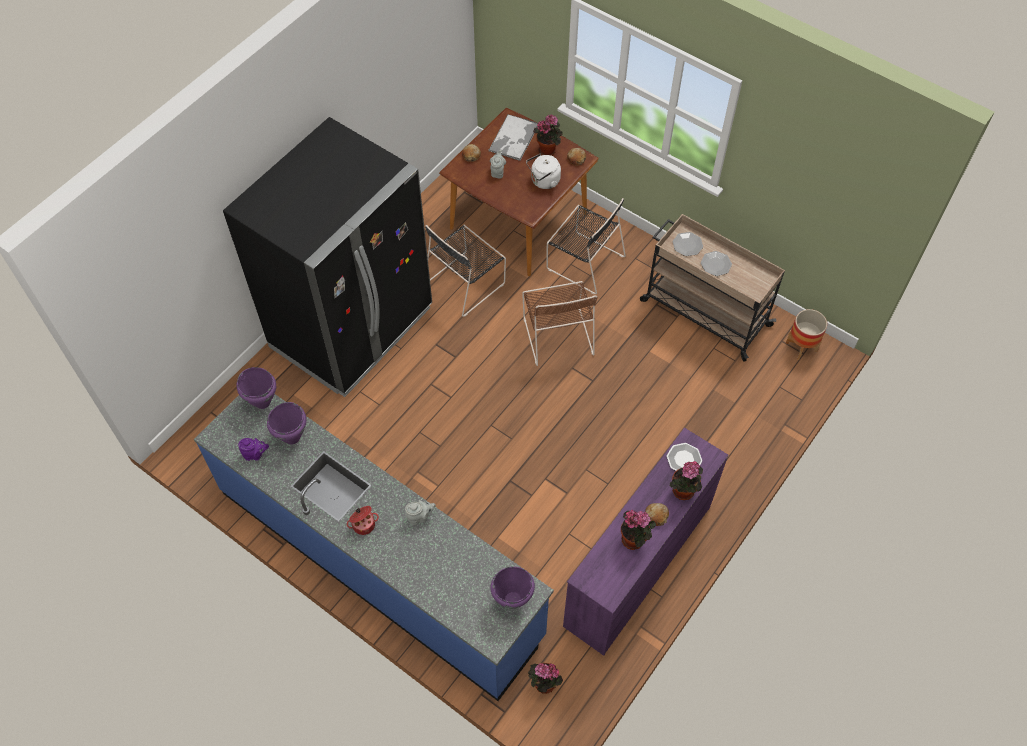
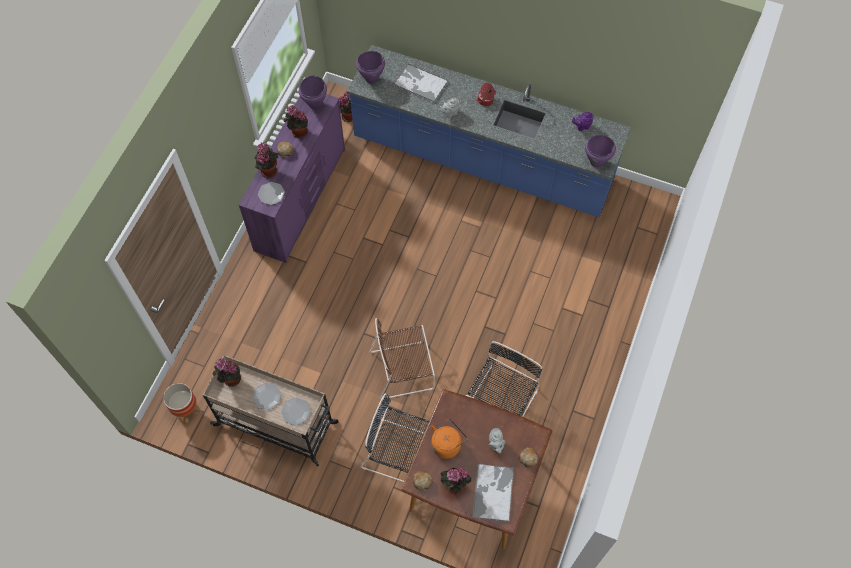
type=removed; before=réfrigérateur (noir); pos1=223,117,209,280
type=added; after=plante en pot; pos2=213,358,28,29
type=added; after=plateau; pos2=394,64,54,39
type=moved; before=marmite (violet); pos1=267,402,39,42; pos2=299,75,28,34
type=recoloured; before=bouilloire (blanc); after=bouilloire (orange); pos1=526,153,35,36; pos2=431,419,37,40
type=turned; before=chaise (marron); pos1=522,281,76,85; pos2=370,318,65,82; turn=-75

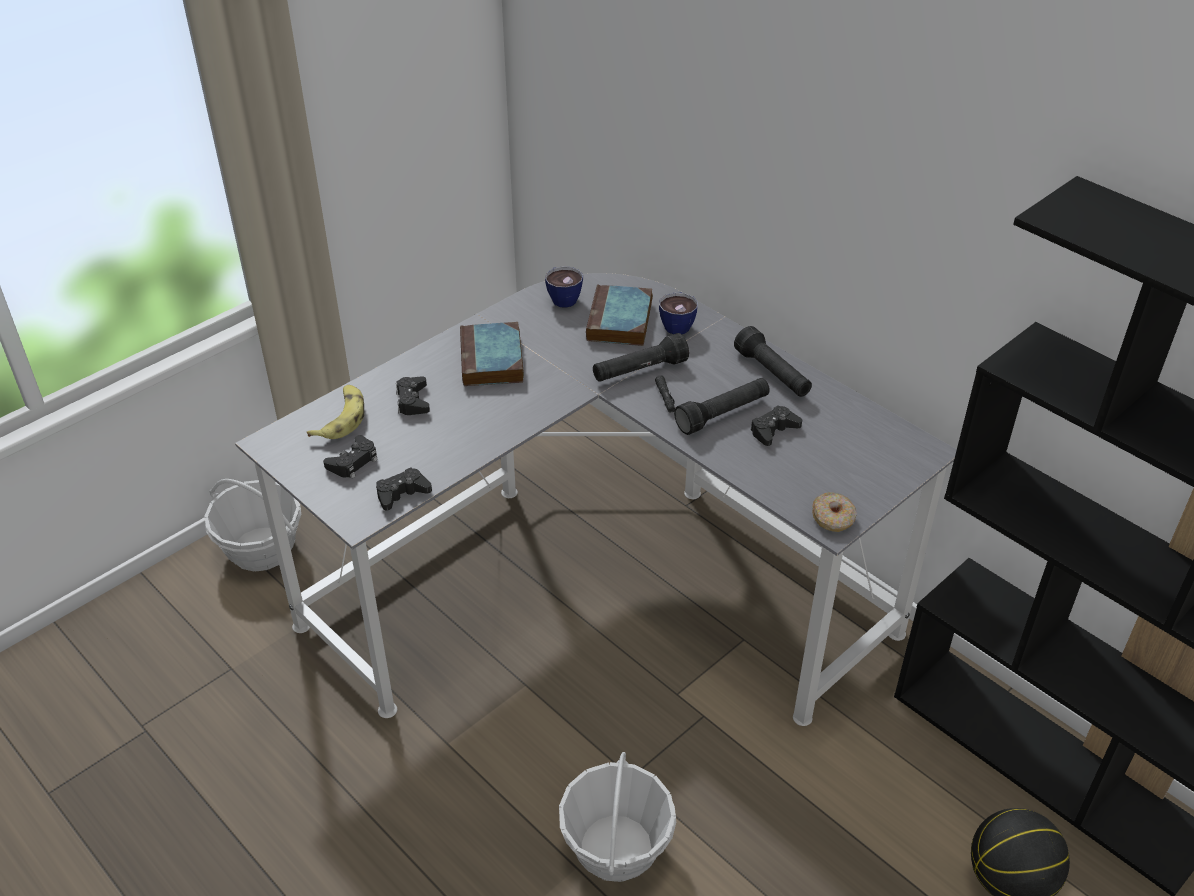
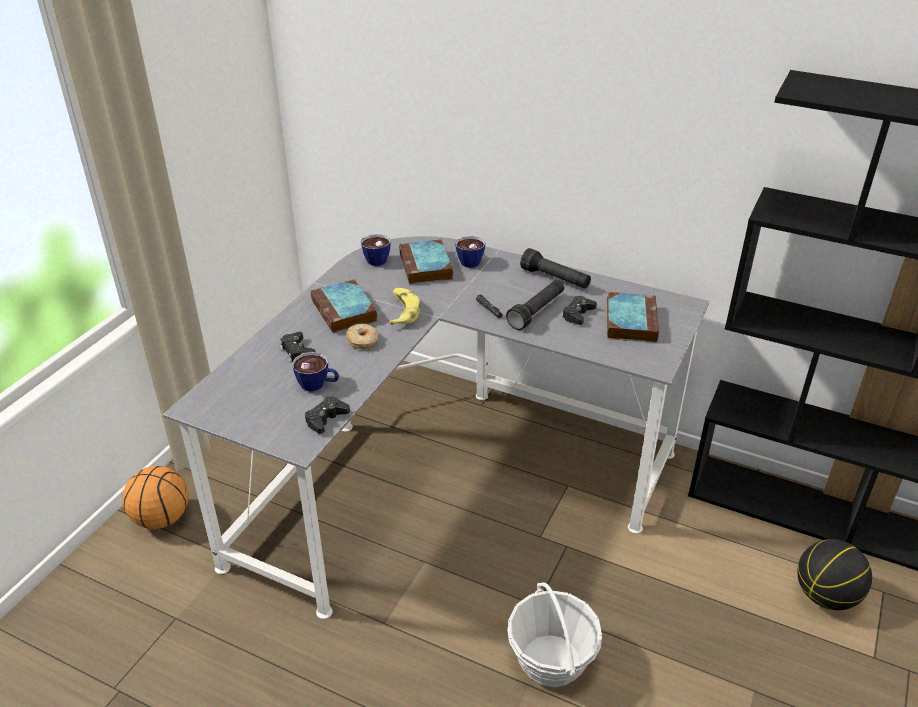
type=removed; before=manette (noir); pos1=323,435,55,44
type=removed; before=lampe de poche (noir); pos1=593,333,96,49
type=added; after=tasse; pos2=292,352,47,40
type=added; after=livre; pos2=607,292,52,51
type=moved; before=banane; pos1=307,385,57,54; pos2=389,288,31,37
type=moved; before=beignet; pos1=812,492,45,40; pos2=346,323,33,26
type=replaced; before=panier; after=ballon de basket; pos1=204,479,97,93; pos2=122,466,66,63

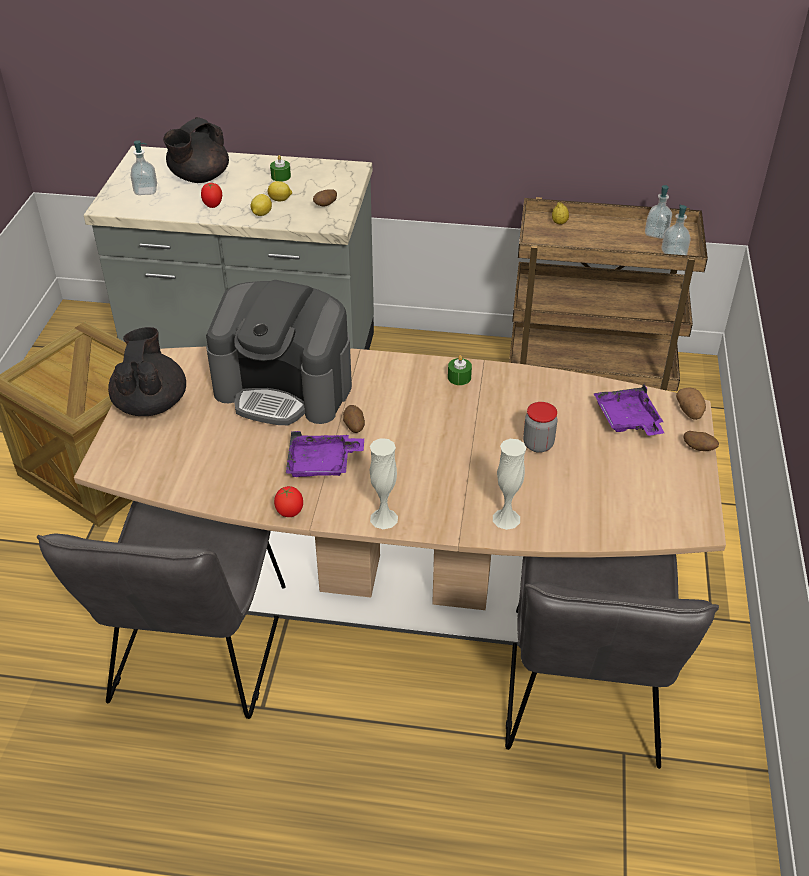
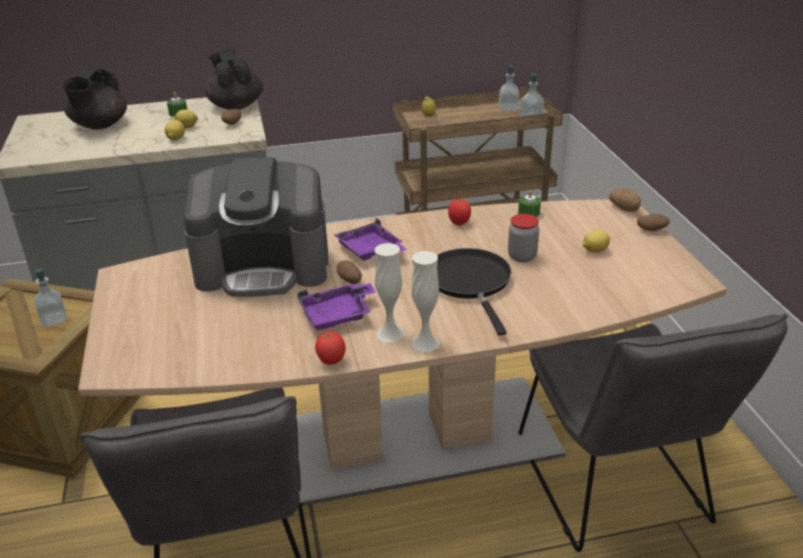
type=added; after=poêle (noir); pos2=437,248,75,87
type=added; after=citron; pos2=583,230,27,23
type=moved; before=théière (noir); pos1=108,327,78,89; pos2=205,49,58,61
type=moved; before=distributeur de savon; pos1=131,140,26,55; pos2=34,268,33,59
type=moved; before=tomate; pos1=201,183,21,25; pos2=448,199,23,26
type=moved; before=bougie (vert); pos1=448,355,24,30; pos2=518,190,23,27
type=moved; before=vase (blanc); pos1=493,439,33,91; pos2=374,243,31,99
type=moved; before=plateau (violet); pos1=593,384,71,52; pos2=334,218,73,43

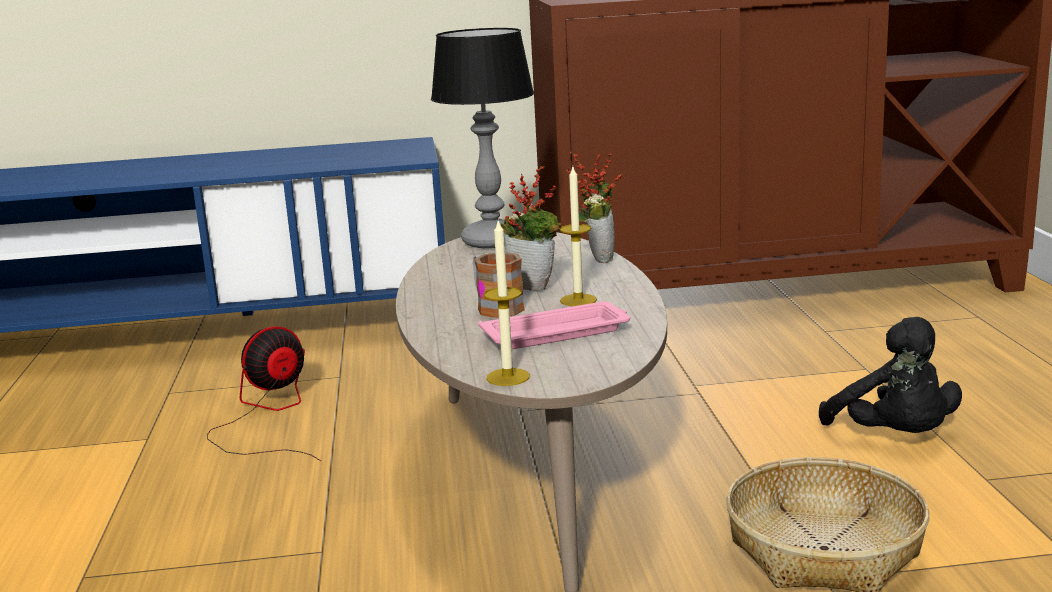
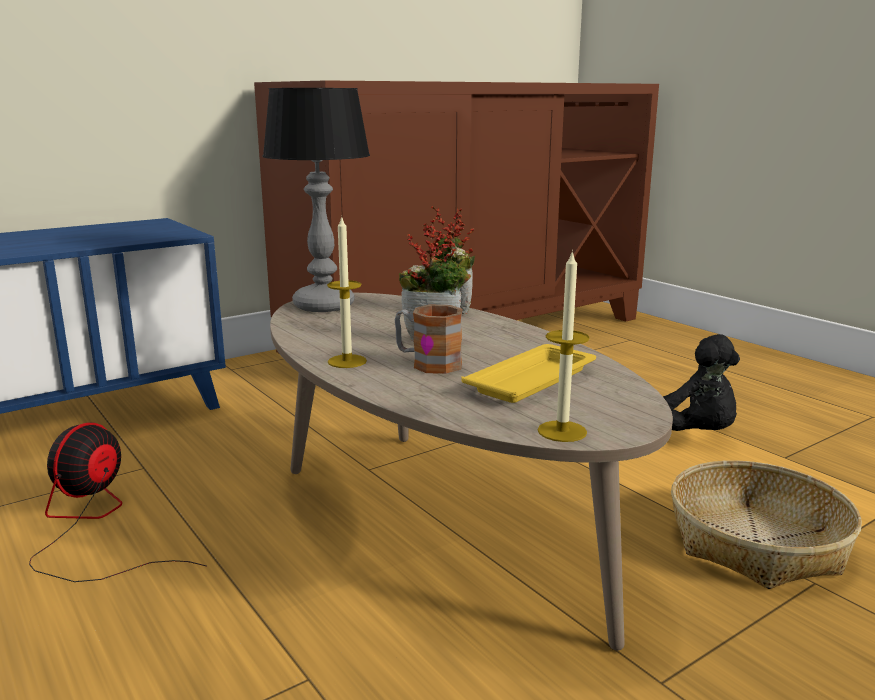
type=moved; before=bougie; pos1=560,167,37,139; pos2=327,215,40,153
type=recoloured; before=plateau (rose); after=plateau (jaune); pos1=479,301,151,48; pos2=462,344,134,59

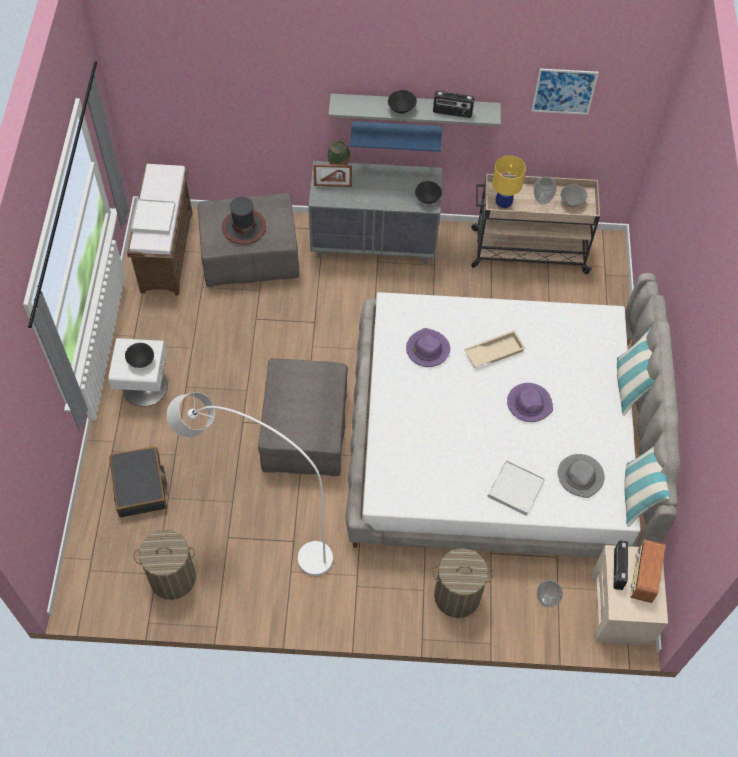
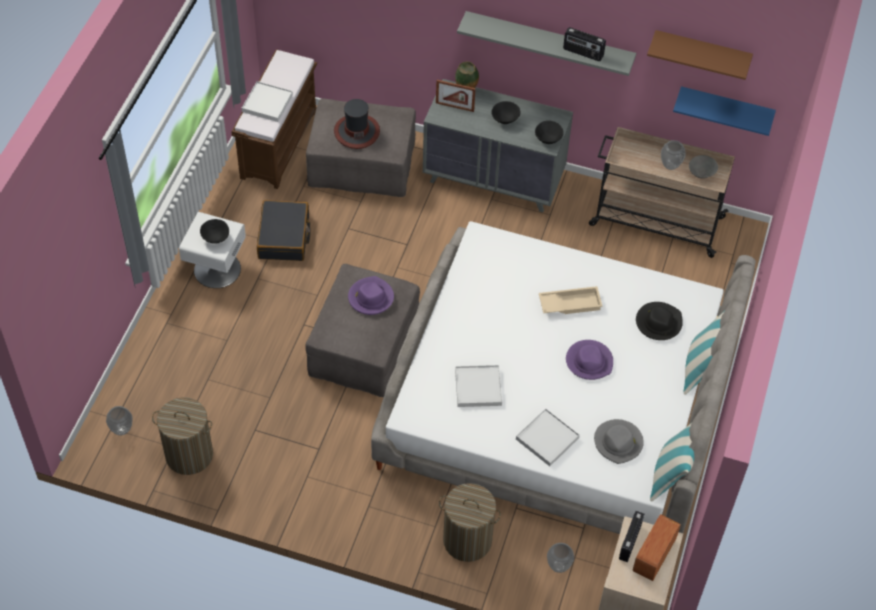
type=removed; before=lampadaire (blanc); pos1=167,392,166,184
type=removed; before=lampe de table (jaune); pos1=492,155,34,55
type=added; after=vase; pos2=106,406,27,29
type=added; after=plateau (blanc); pos2=455,365,47,42
type=added; after=chapeau (noir); pos2=636,302,47,38
type=moved; before=valise (noir); pos1=109,446,58,71; pos2=257,200,53,61
type=moved; before=étagère (bleu); pos1=350,121,92,31; pos2=673,86,103,50
type=moved; before=bol (noir); pos1=388,90,29,24; pos2=491,101,30,23
type=moved; before=chapeau (violet); pos1=406,328,44,39; pos2=348,276,46,39
type=replaced; before=tableau; after=étagère (marron); pos1=531,69,68,46; pos2=647,30,106,50

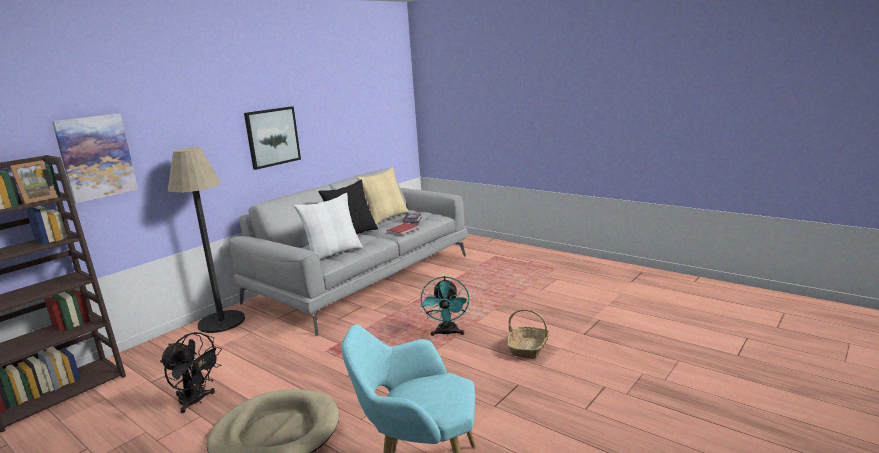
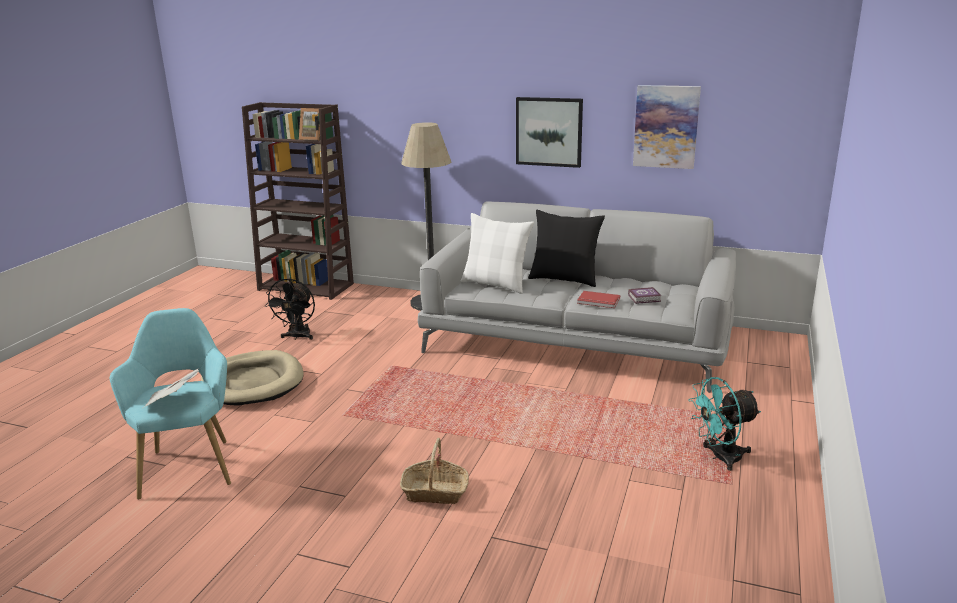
type=removed; before=coussin (beige); pos1=357,167,52,57
type=added; after=journal; pos2=143,368,56,40
type=moved; before=tableau; pos1=52,114,86,89; pos2=633,85,68,84
type=moved; before=ventilateur (turquoise); pos1=420,276,49,60; pos2=689,377,72,94

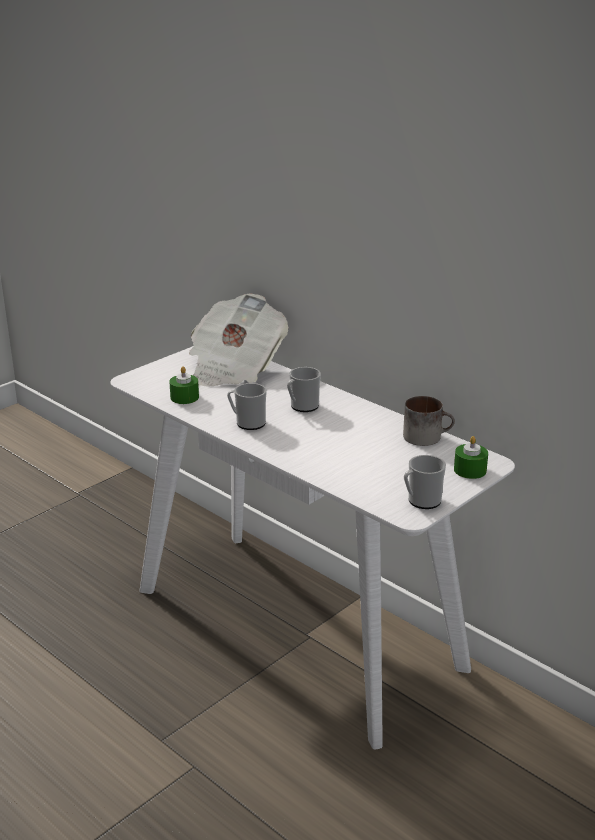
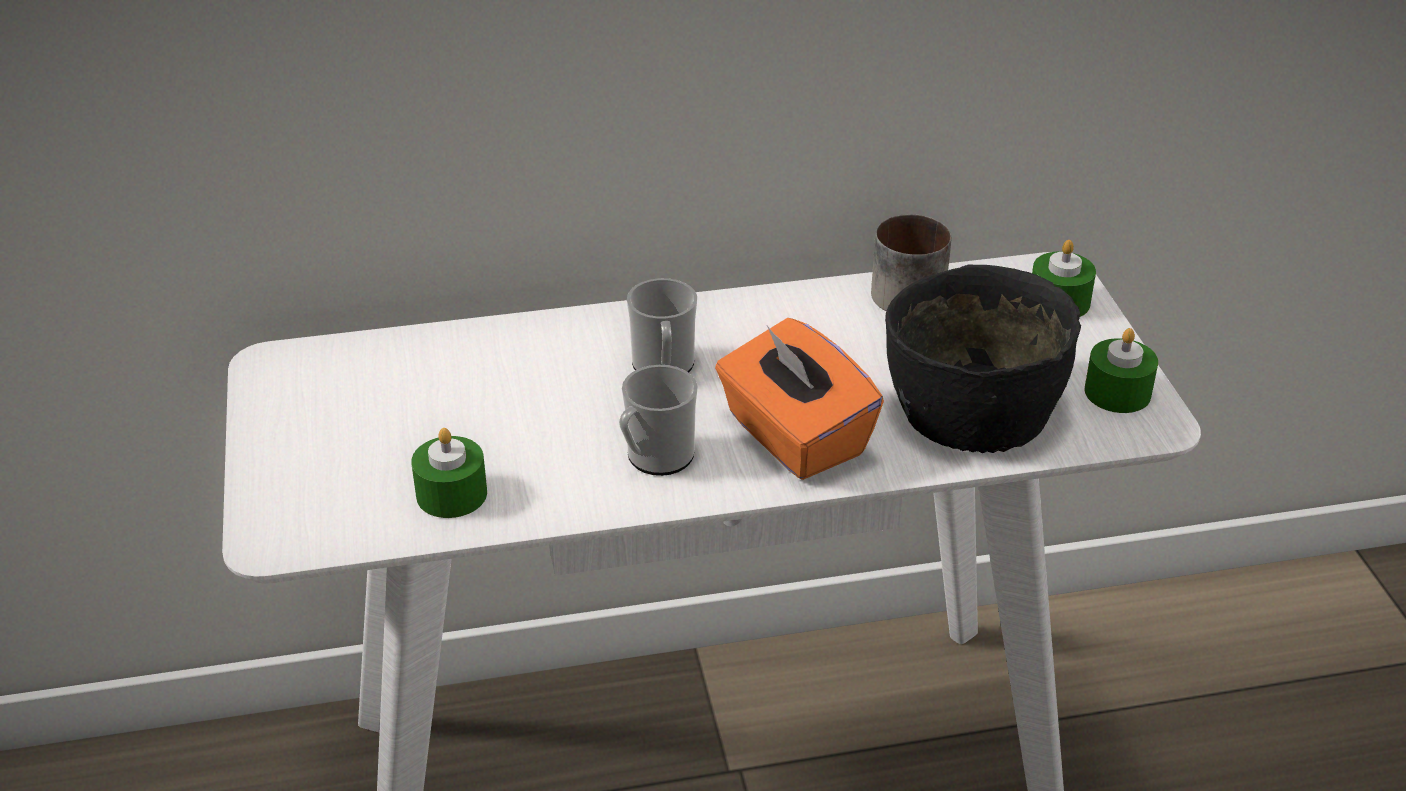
type=removed; before=journal; pos1=189,294,99,93
type=added; after=boîte à mouchoirs (orange); pos2=715,318,169,162
type=added; after=bol (noir); pos2=885,265,196,188
type=replaced; before=mug; after=bougie (vert); pos1=404,455,42,54; pos2=1084,328,74,85

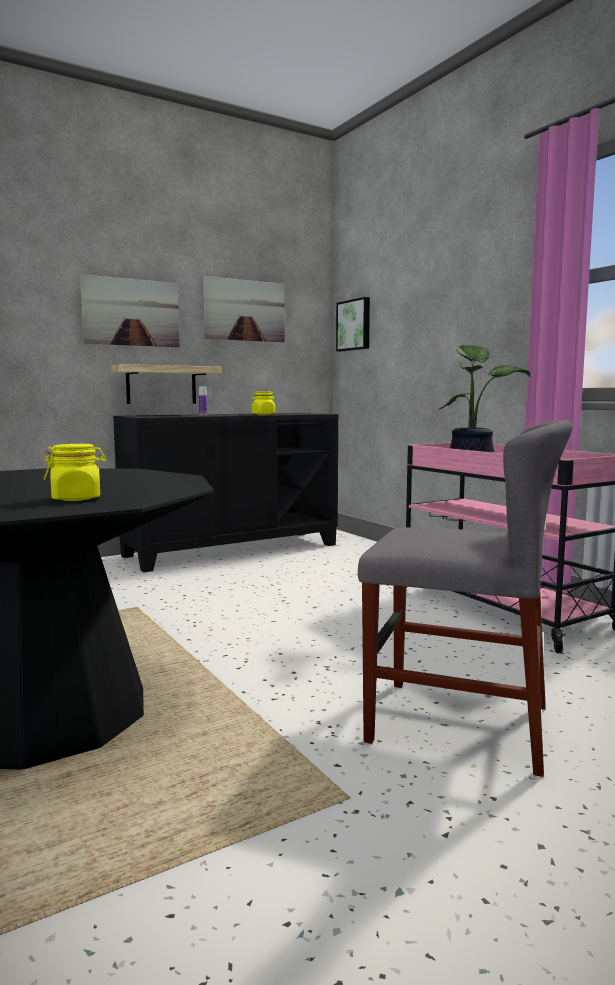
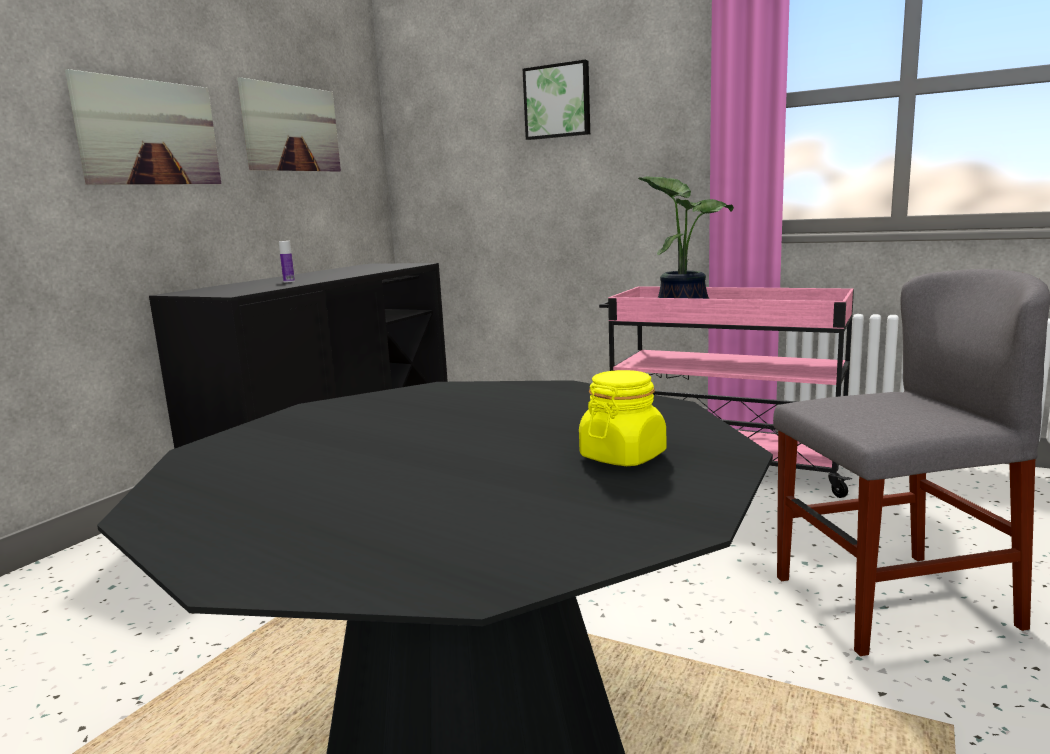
type=removed; before=étagère; pos1=111,364,111,40
type=removed; before=bocal (jaune); pos1=251,392,24,23
type=moved; before=tableau; pos1=336,297,34,54; pos2=523,60,67,80

